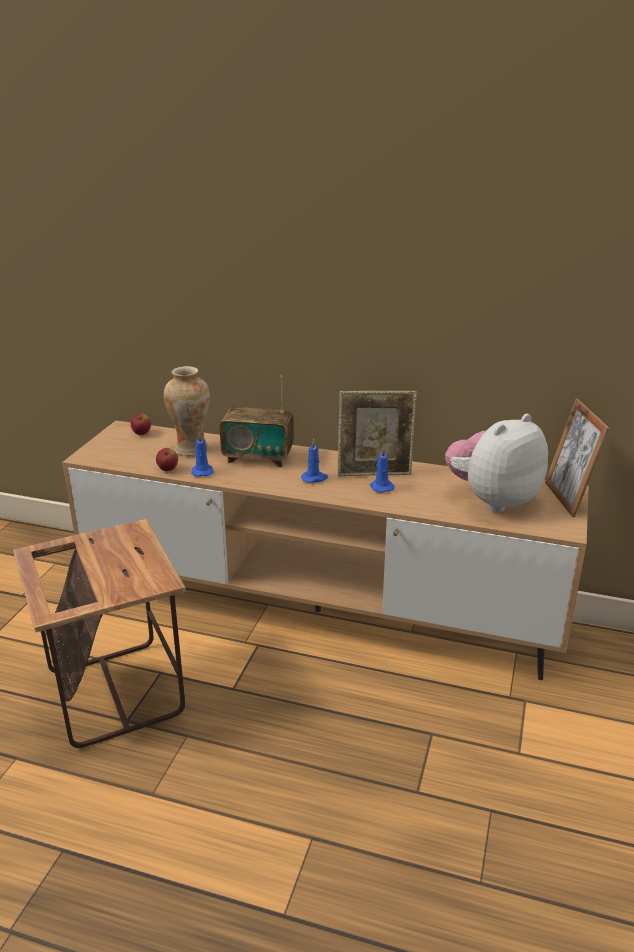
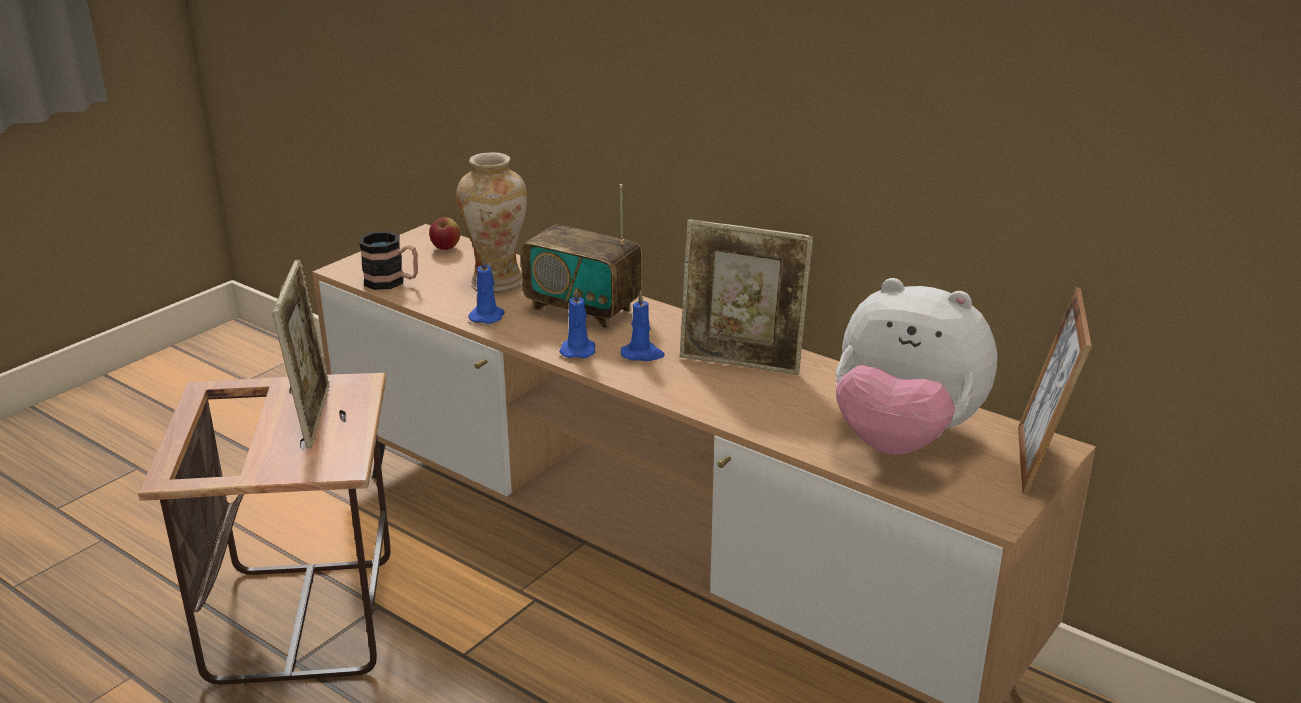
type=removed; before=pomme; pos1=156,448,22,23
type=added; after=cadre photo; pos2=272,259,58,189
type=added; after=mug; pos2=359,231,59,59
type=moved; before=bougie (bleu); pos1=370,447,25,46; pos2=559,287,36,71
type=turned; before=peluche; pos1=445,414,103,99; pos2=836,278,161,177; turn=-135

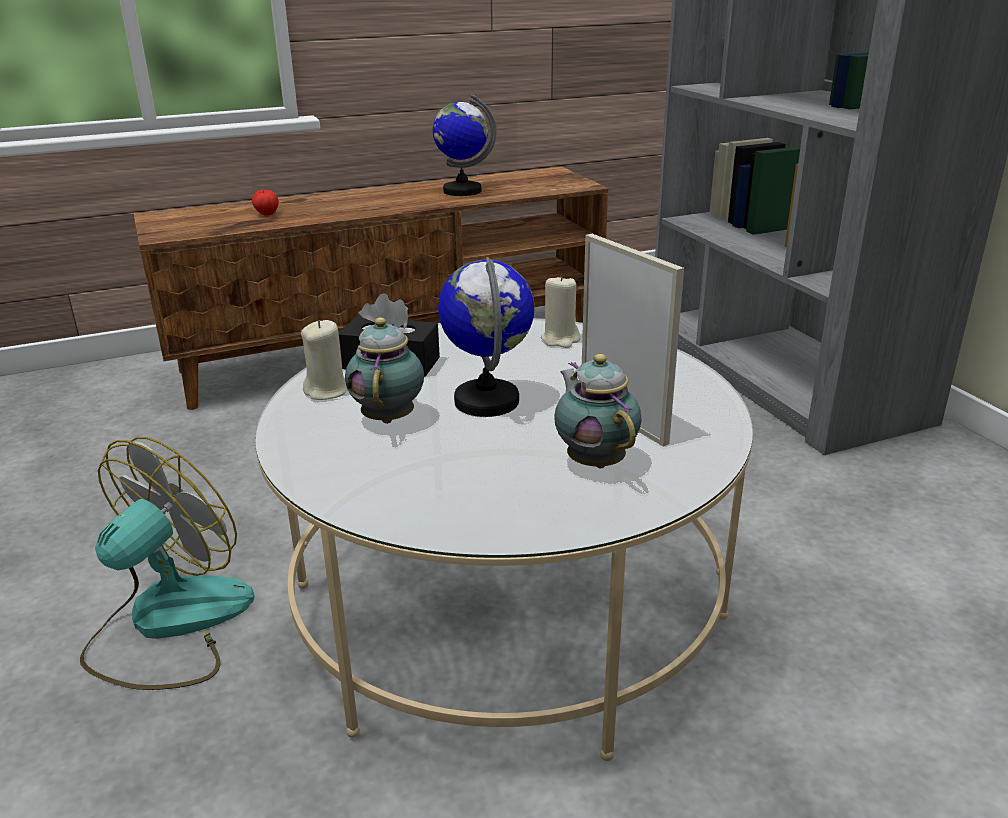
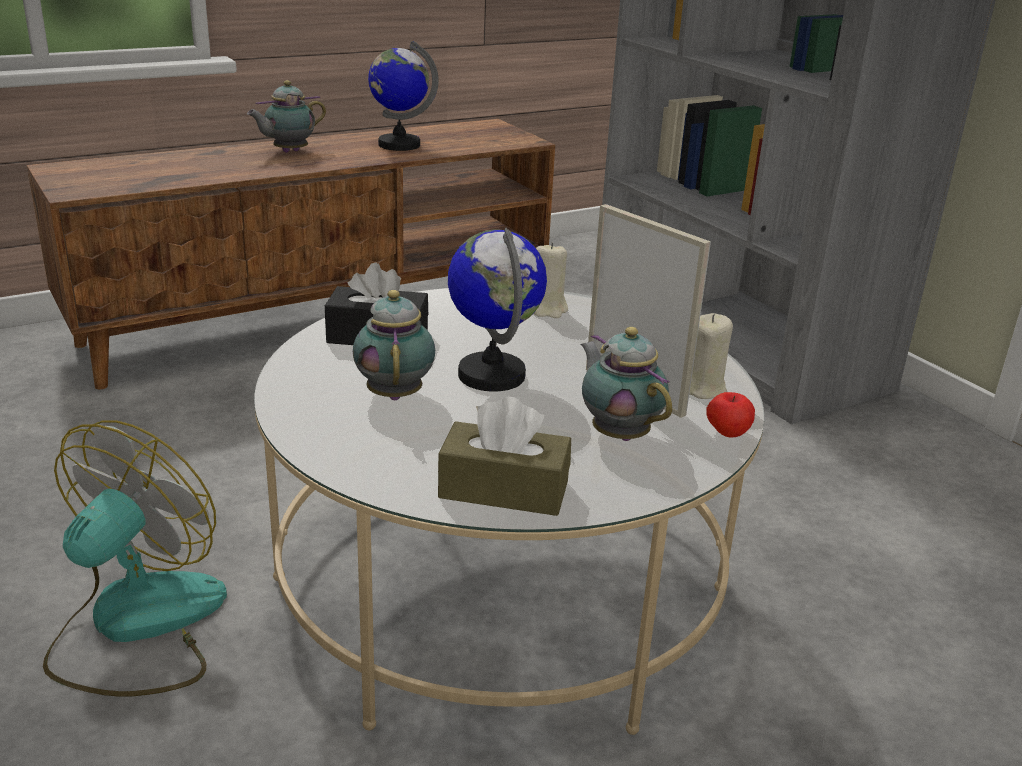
type=added; after=théière; pos2=247,80,79,73
type=added; after=boîte à mouchoirs (marron); pos2=438,397,133,119
type=moved; before=pomme; pos1=252,190,27,25; pos2=706,392,49,46
type=moved; before=bougie (beige); pos1=301,320,47,80; pos2=689,313,44,86

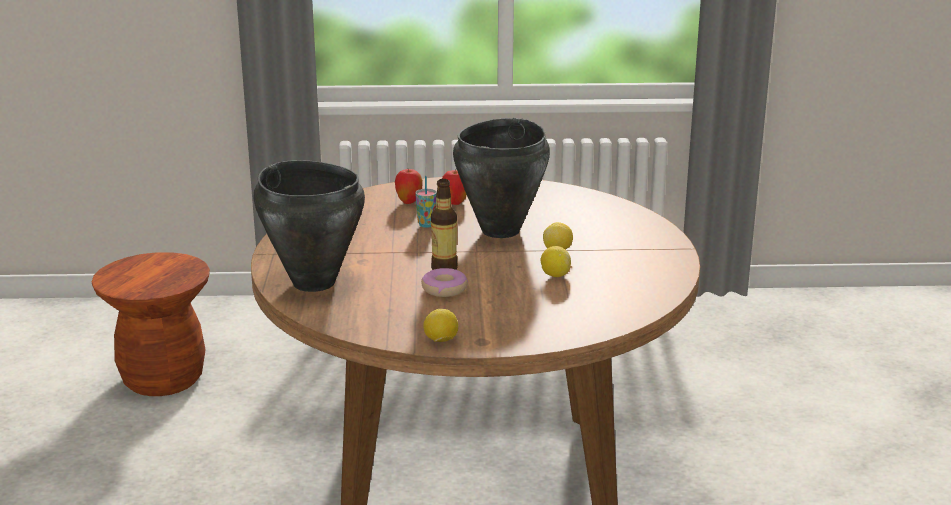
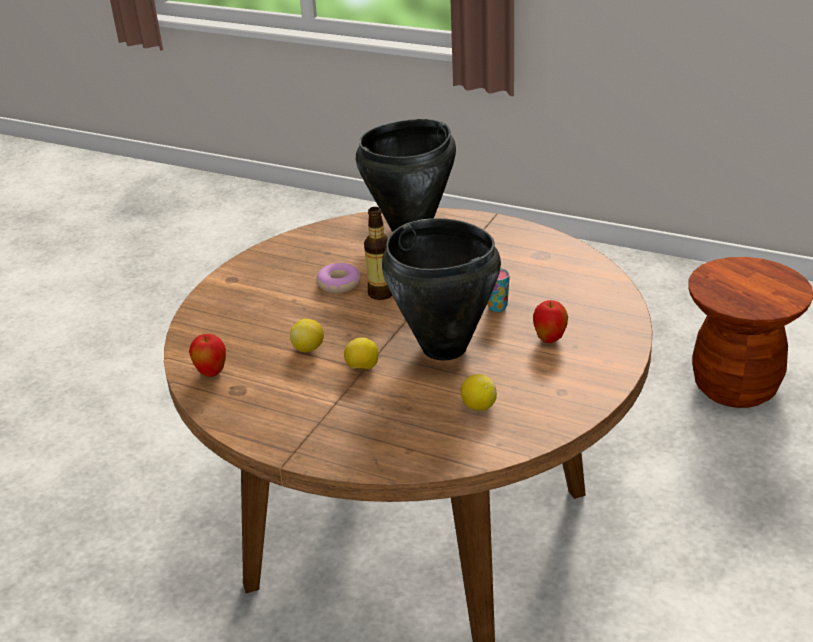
type=moved; before=pomme; pos1=395,169,28,35; pos2=189,334,37,43
type=moved; before=citron; pos1=423,309,35,33; pos2=461,374,36,37

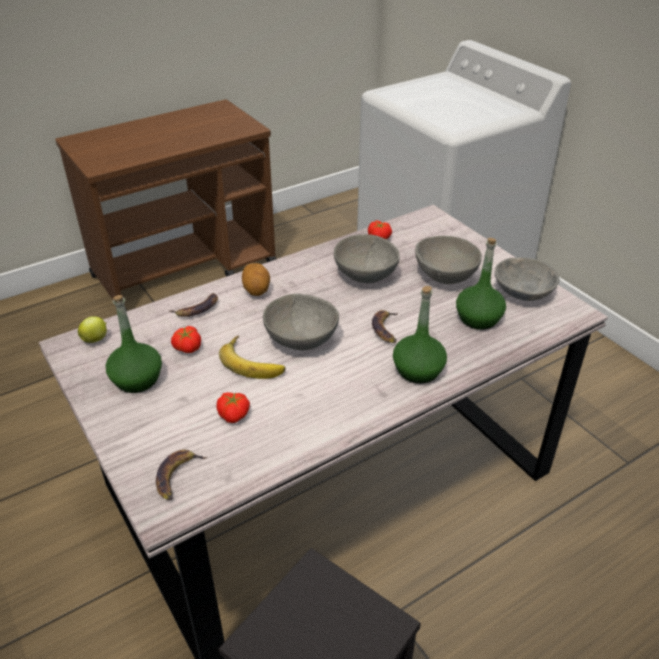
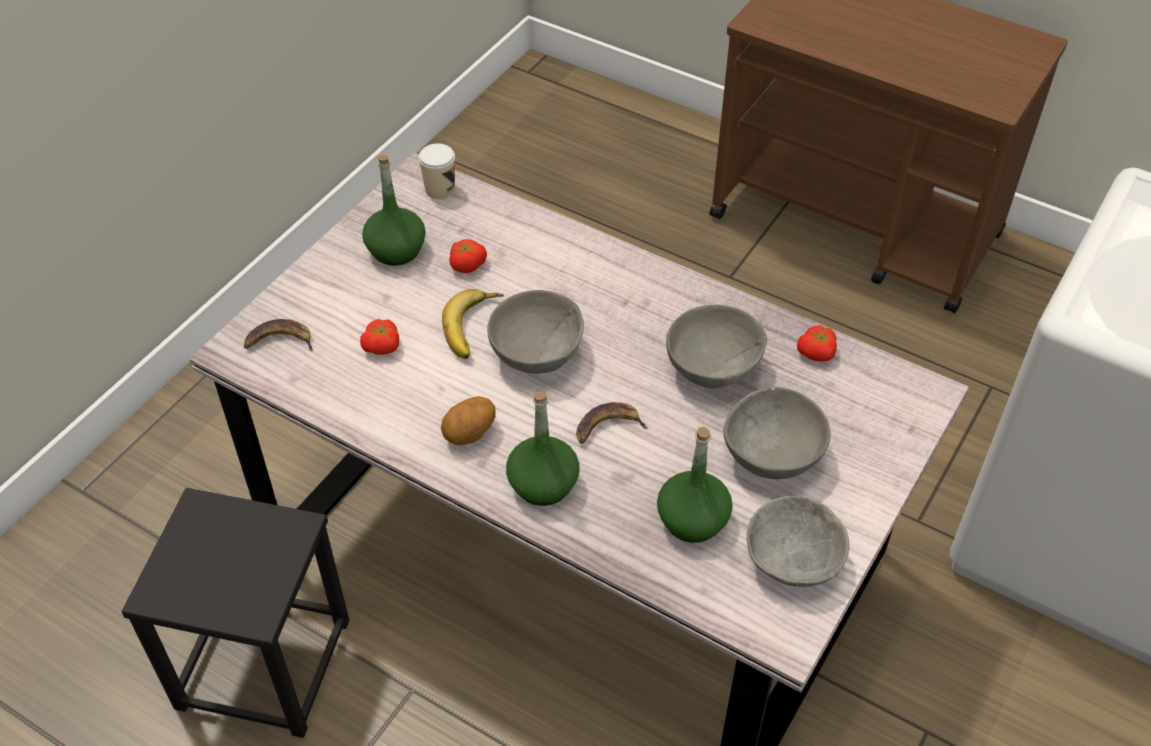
type=removed; before=banane; pos1=169,293,49,24
type=moved; before=pomme de terre; pos1=242,263,28,33; pos2=441,396,55,49
type=replaced; before=pomme; after=tasse; pos1=78,316,29,27; pos2=419,143,36,56

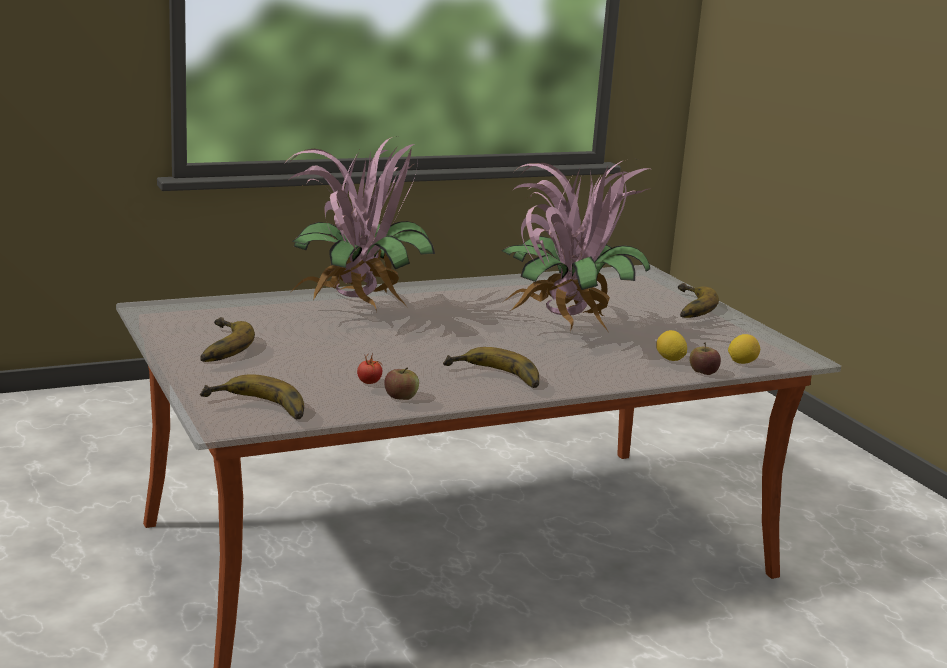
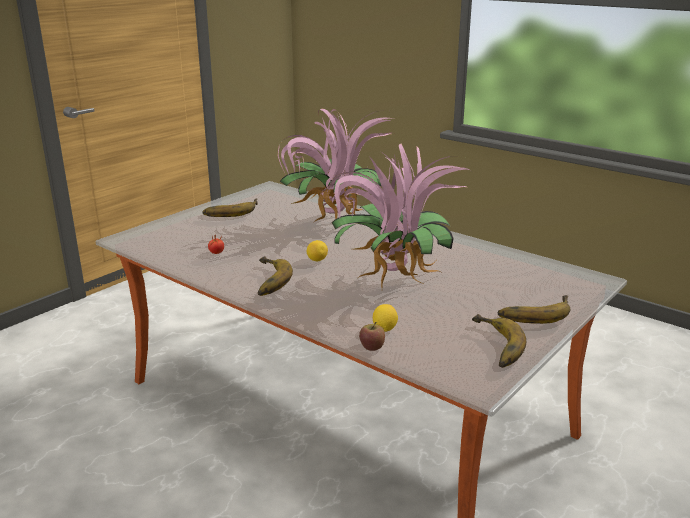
type=removed; before=pomme; pos1=384,368,35,32
type=moved; before=banane; pos1=200,375,104,44; pos2=472,314,54,54
type=moved; before=citron; pos1=728,334,32,30; pos2=307,240,21,21

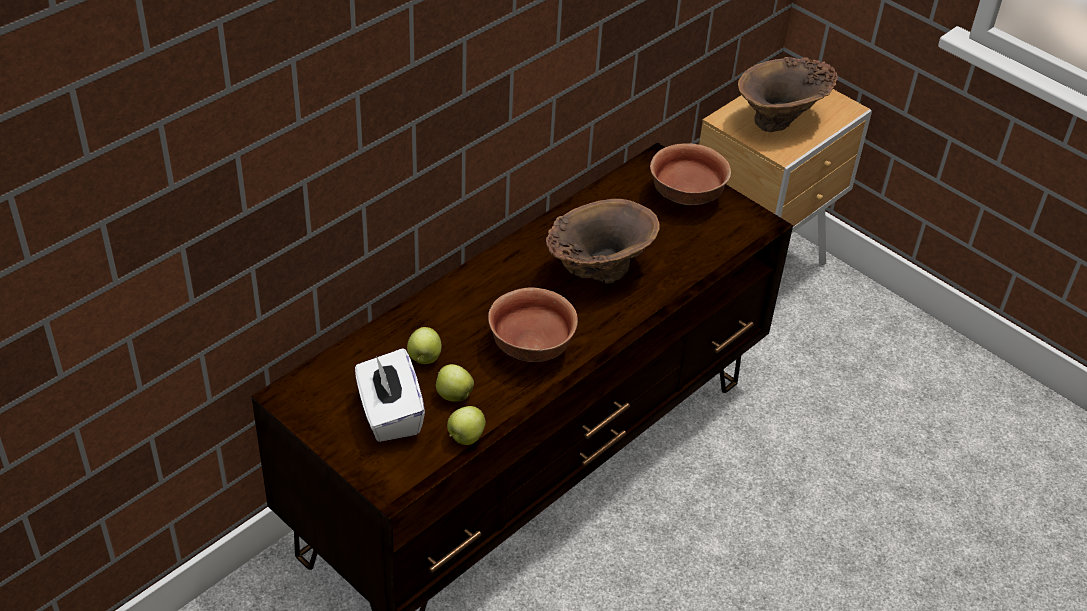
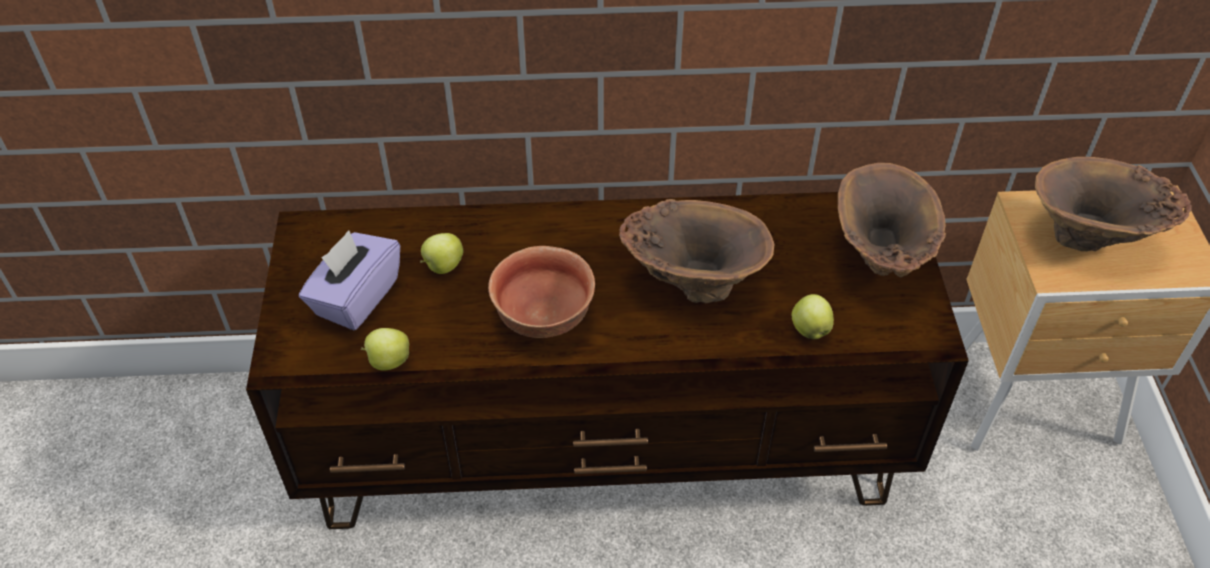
type=moved; before=pomme; pos1=436,364,38,38; pos2=792,294,42,45
type=replaced; before=bol; after=vase (marron); pos1=650,143,81,62; pos2=838,163,108,115
type=recoloured; before=boîte à mouchoirs (blanc); after=boîte à mouchoirs (violet); pos1=355,348,70,94; pos2=299,230,101,100

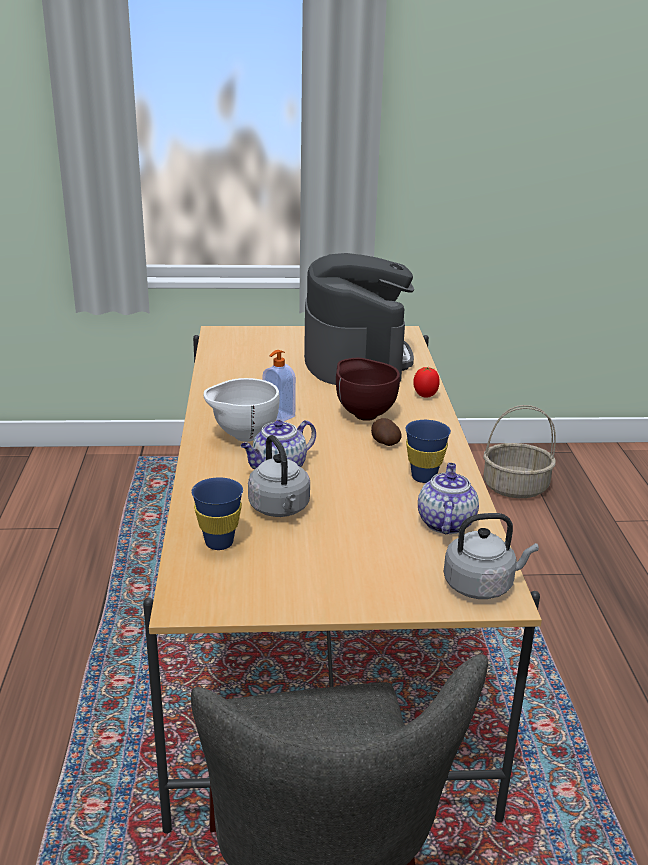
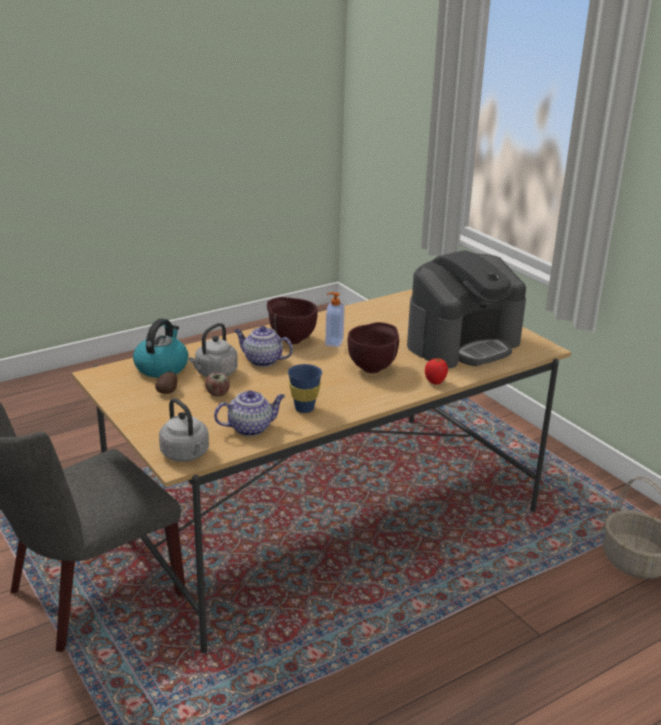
type=added; after=pomme; pos2=205,372,25,24
type=moved; before=pomme de terre; pos1=371,418,31,28; pos2=155,372,23,22
type=replaced; before=tasse (bleu); after=bouilloire; pos1=192,477,51,73; pos2=133,318,55,60
type=recoloured; before=bol (blanc); after=bol (marron); pos1=204,378,76,64; pos2=267,297,51,47

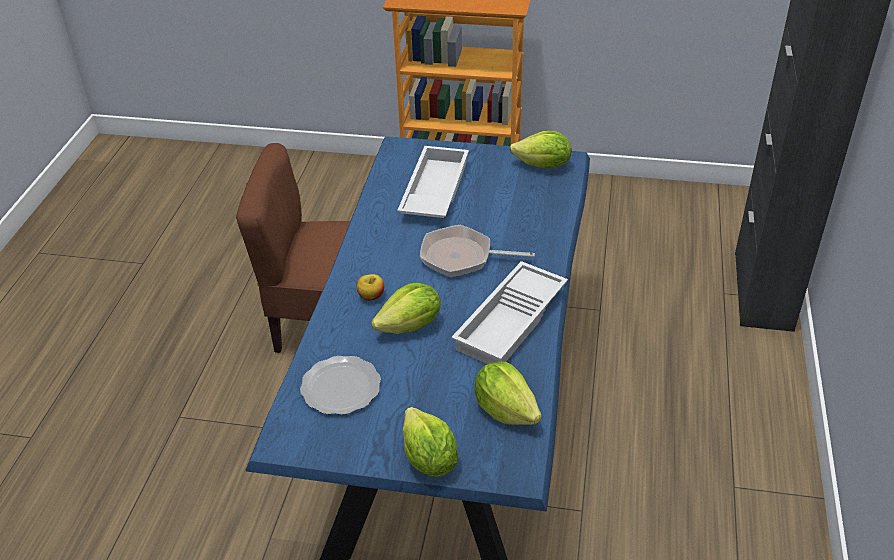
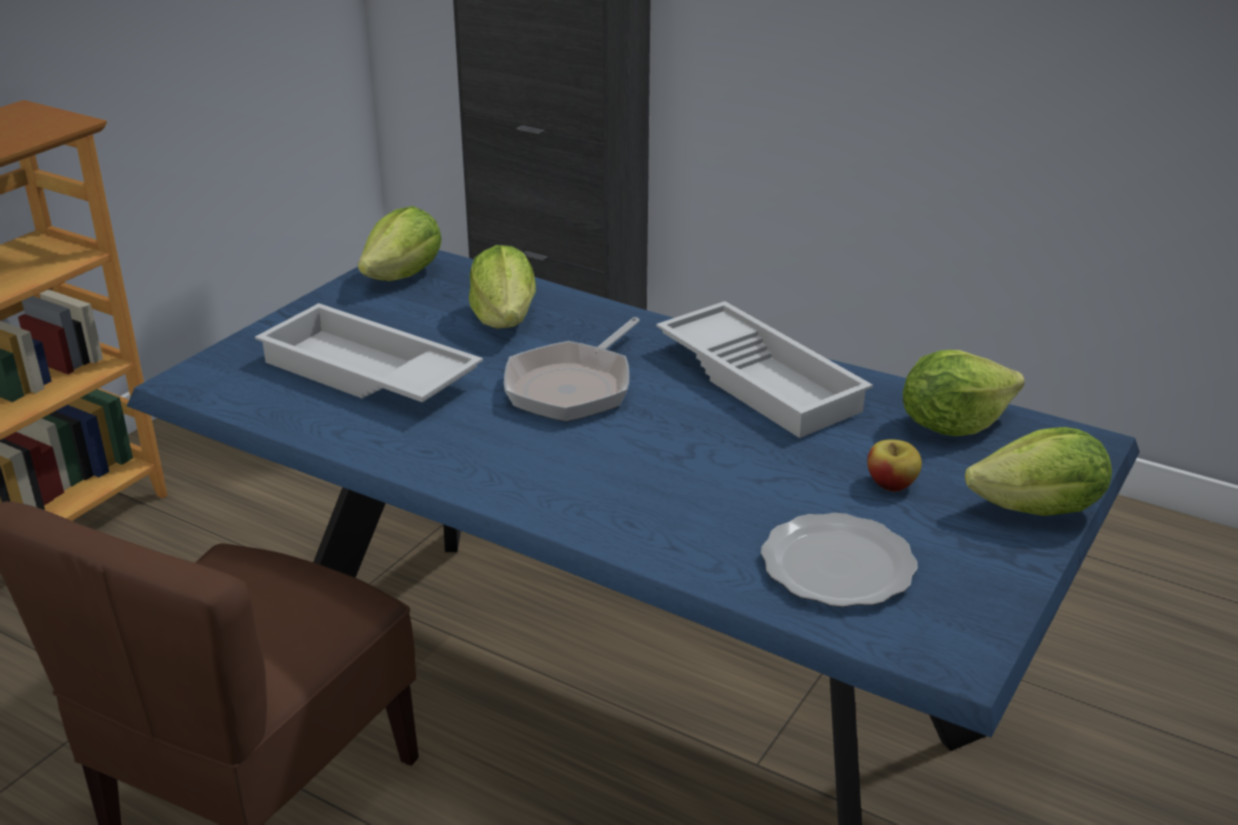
type=moved; before=pomme; pos1=357,274,27,27; pos2=867,439,55,53
type=moved; before=laitue; pos1=371,283,70,51; pos2=469,245,67,84

